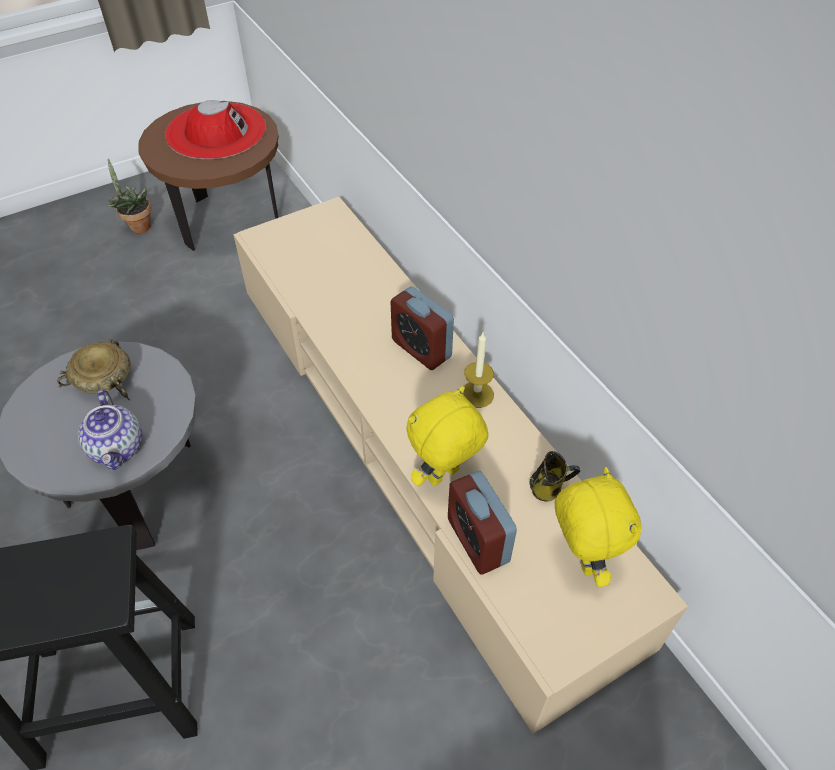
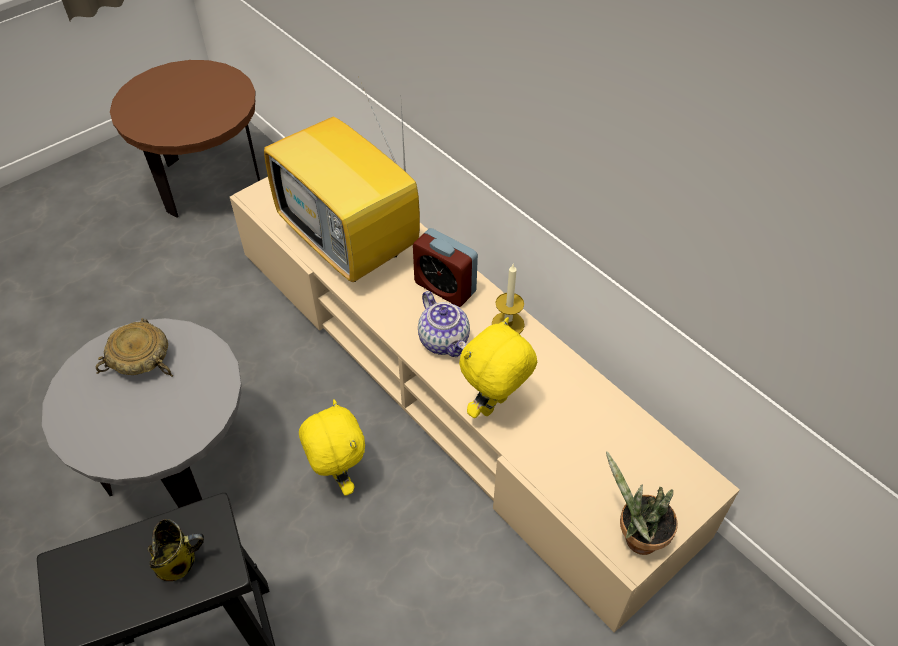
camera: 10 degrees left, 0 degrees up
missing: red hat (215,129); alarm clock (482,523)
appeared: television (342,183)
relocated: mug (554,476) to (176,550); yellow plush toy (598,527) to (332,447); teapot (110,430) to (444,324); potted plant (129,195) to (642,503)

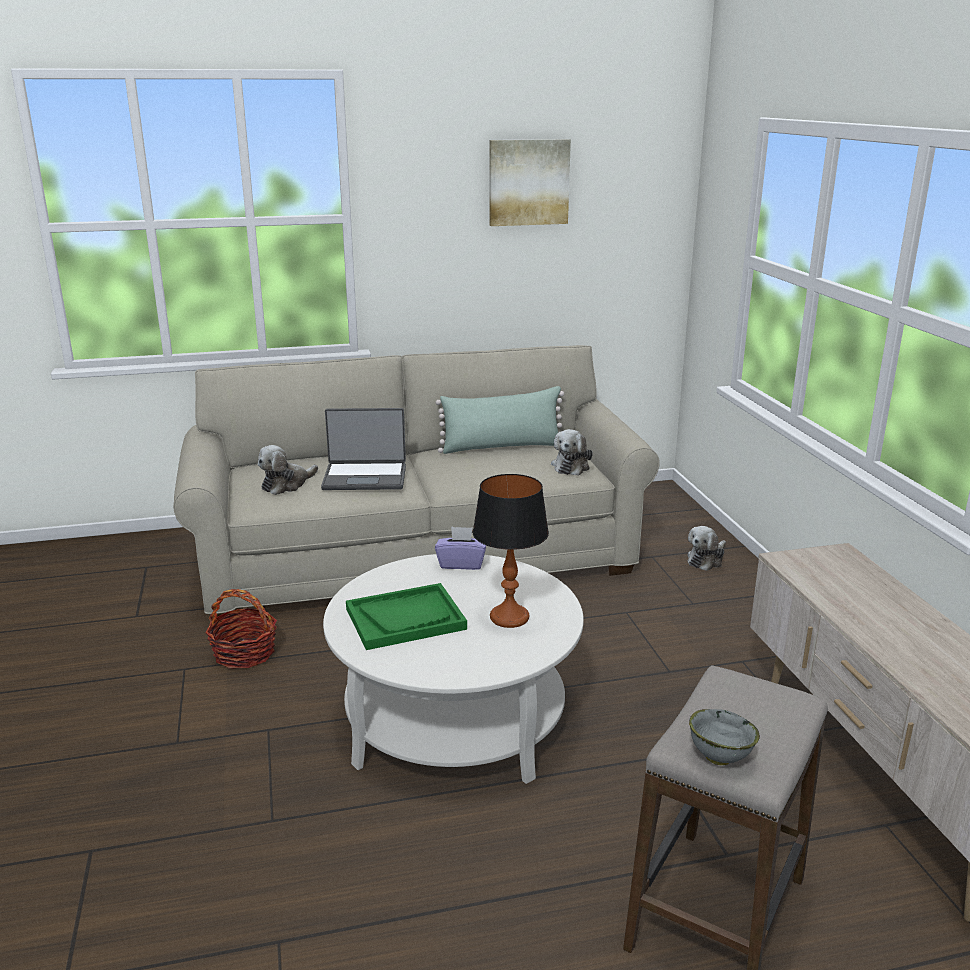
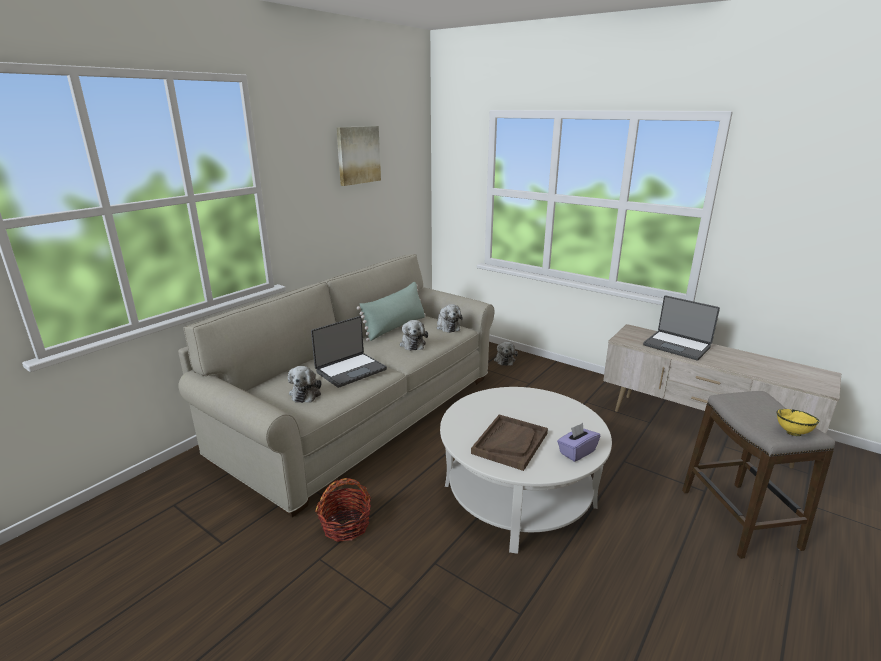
camera: 40 degrees left, 0 degrees up
missing: table lamp (510,551)
appeared: plush toy (413,335); laptop (681,328)
relocated: purple tissue box (460,548) to (578,442)
colour: green tray (406,616) to brown tray (509,442); grey bowl (724,737) to yellow bowl (797,422)

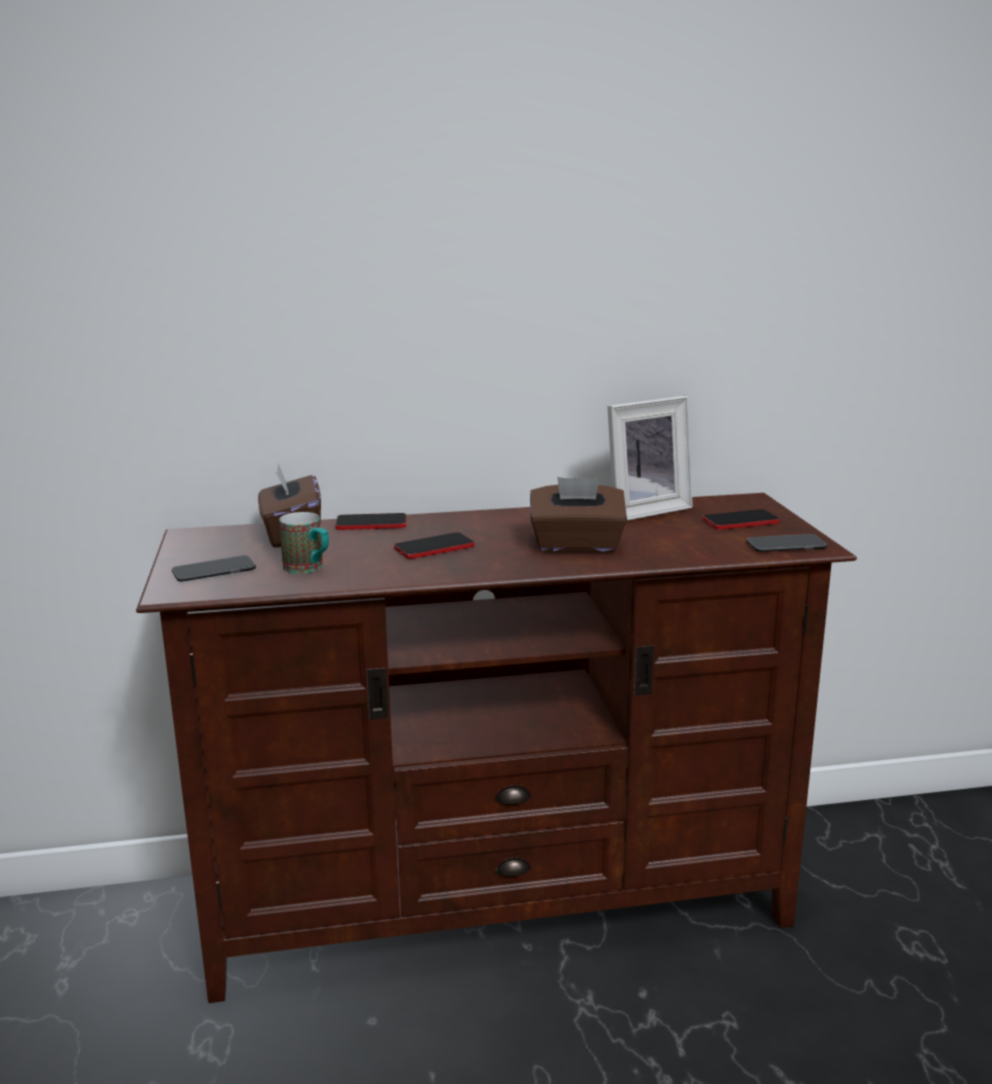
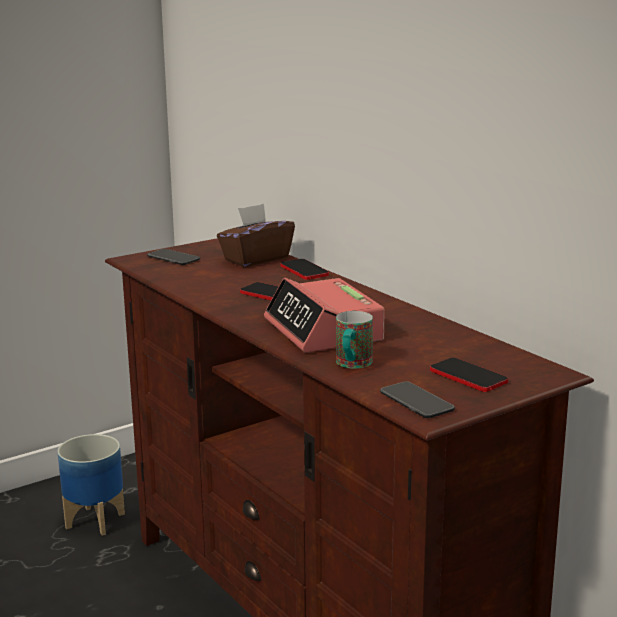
camera: 65 degrees right, 0 degrees up
missing: picture frame (650,458)
appeared: planter (91,485)
relocated: mug (304,543) to (354,339)
exchanged: brown tissue box (578,514) to alarm clock (324,315)

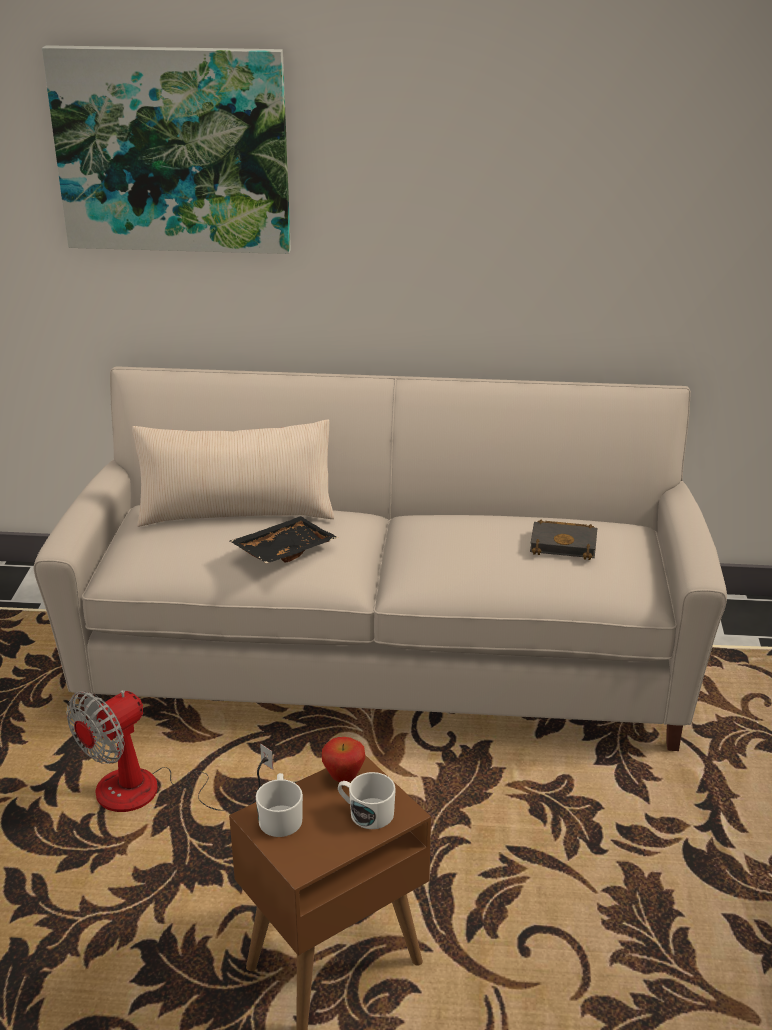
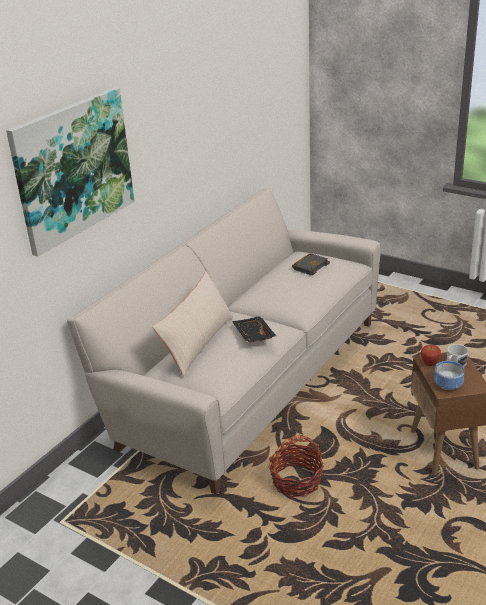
camera: 60 degrees left, 0 degrees up
exchanged: fan (169,751) to basket (296,466); white mug (279,805) to bowl (449,375)

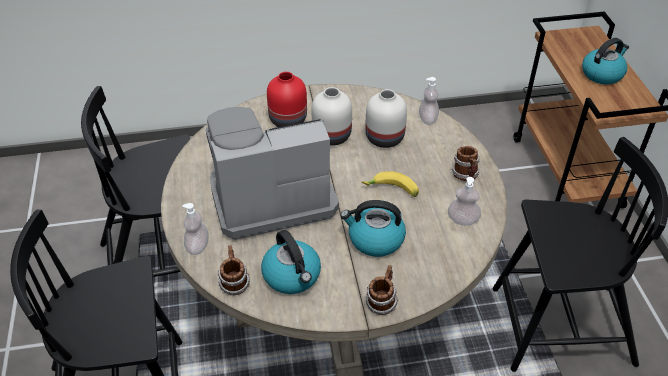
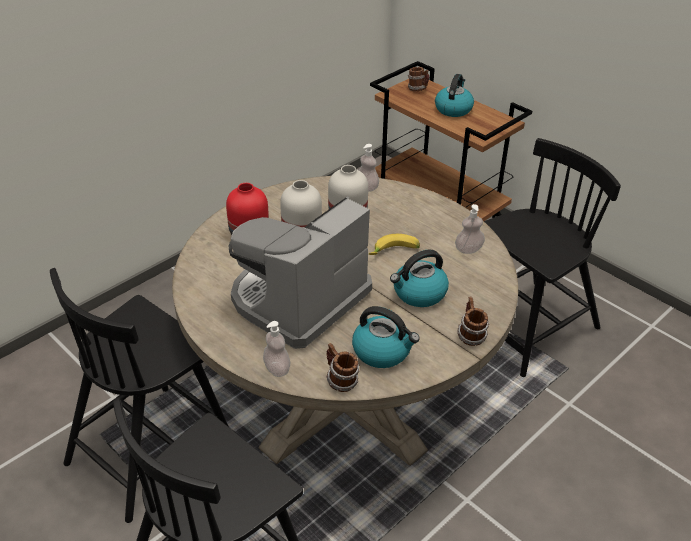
camera: 35 degrees left, 5 degrees down
relocated: mug (465,163) to (418,79)

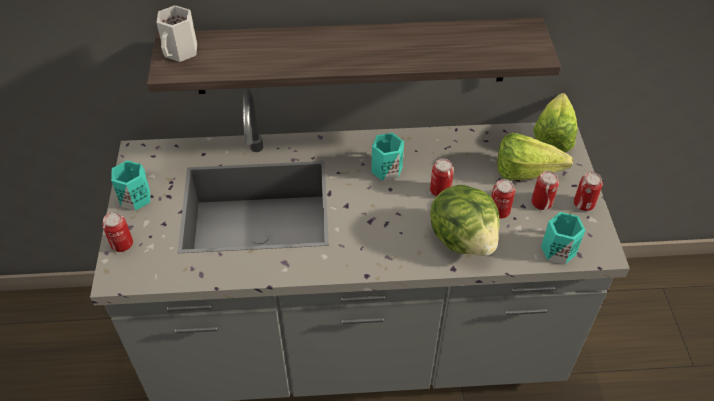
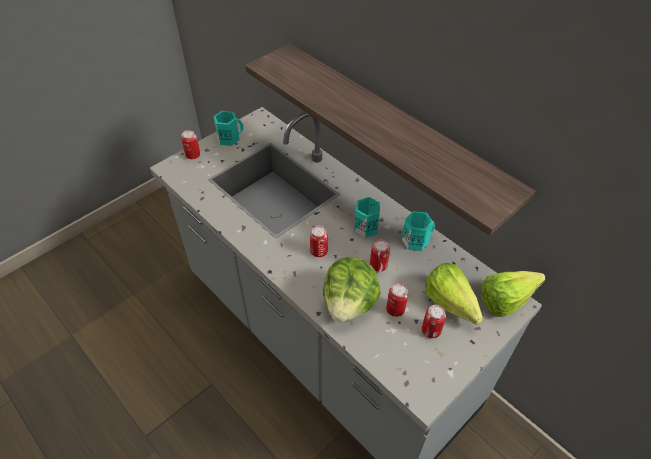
camera: 50 degrees right, 0 degrees up
missing: white mug (176,33)
relocated: can (588,191) to (319,241); turquoise mug (563,238) to (418,231)

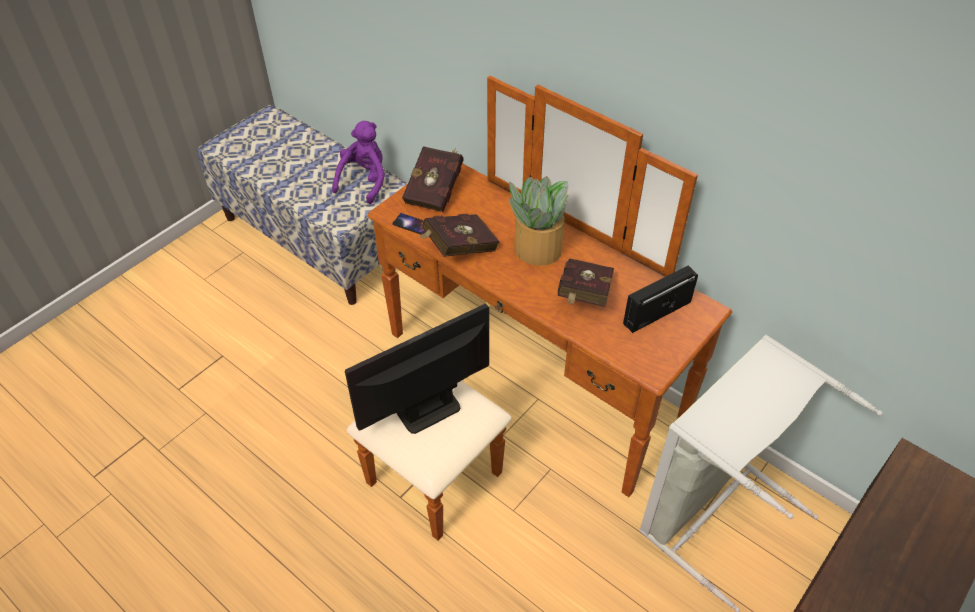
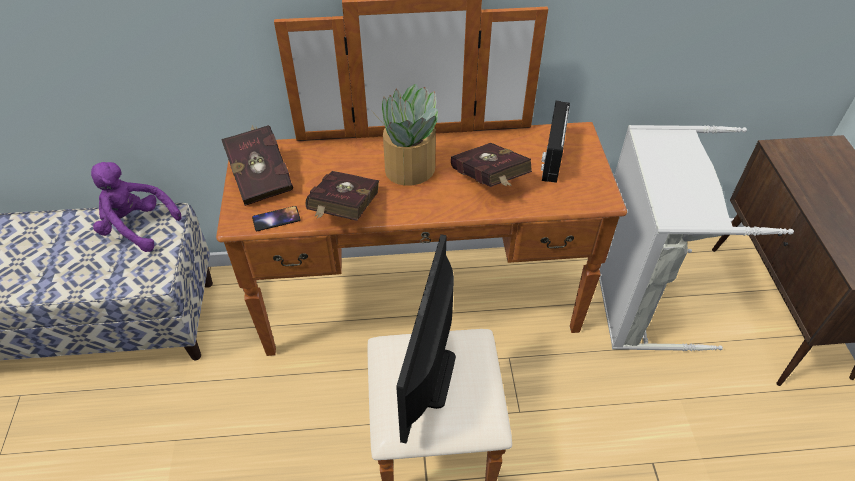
camera: 45 degrees left, 0 degrees up
spun: purple plush toy (358,162) = (136,207) 45 degrees counterclockwise

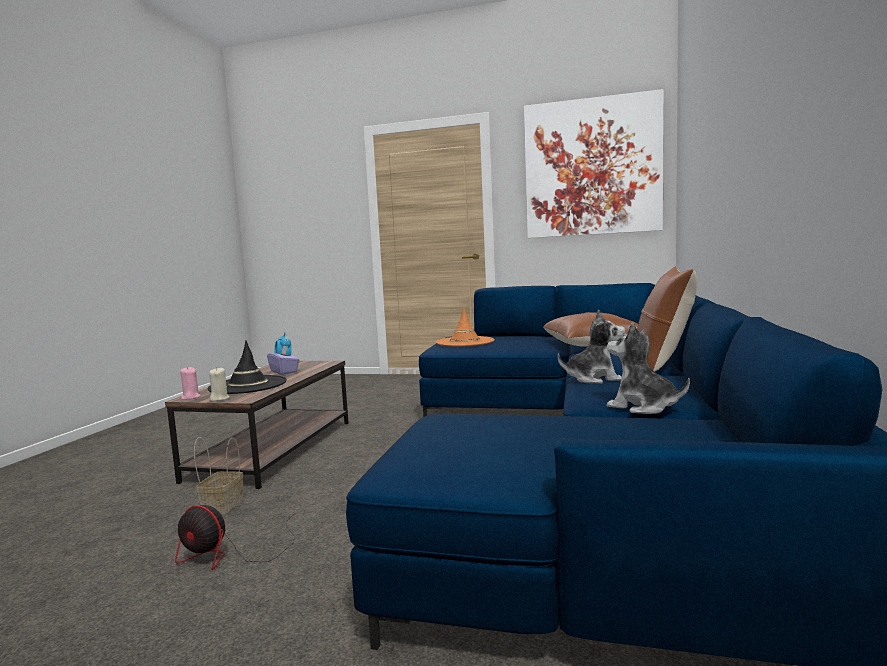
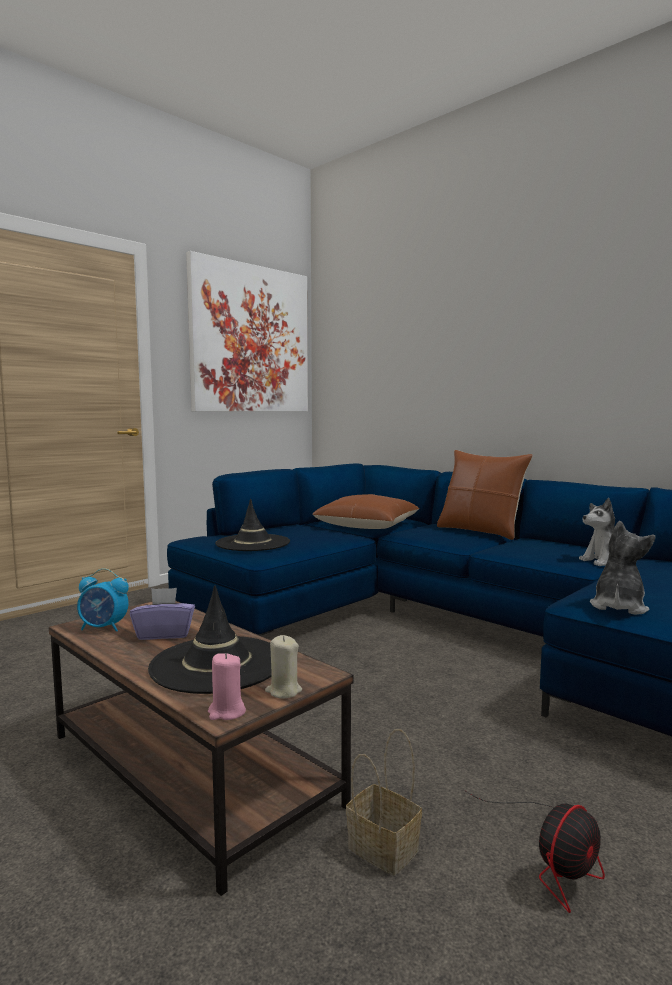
camera: 60 degrees left, 0 degrees up
relocated: plush toy (591,347) to (623,568)
colour: orange hat (465,326) to black hat (252,525)

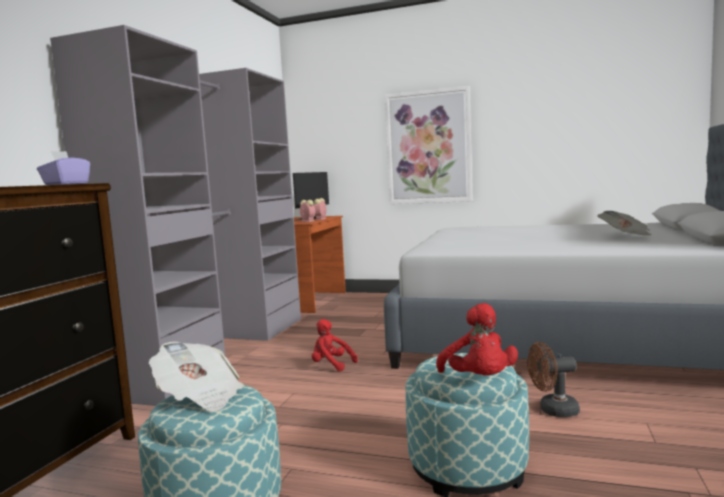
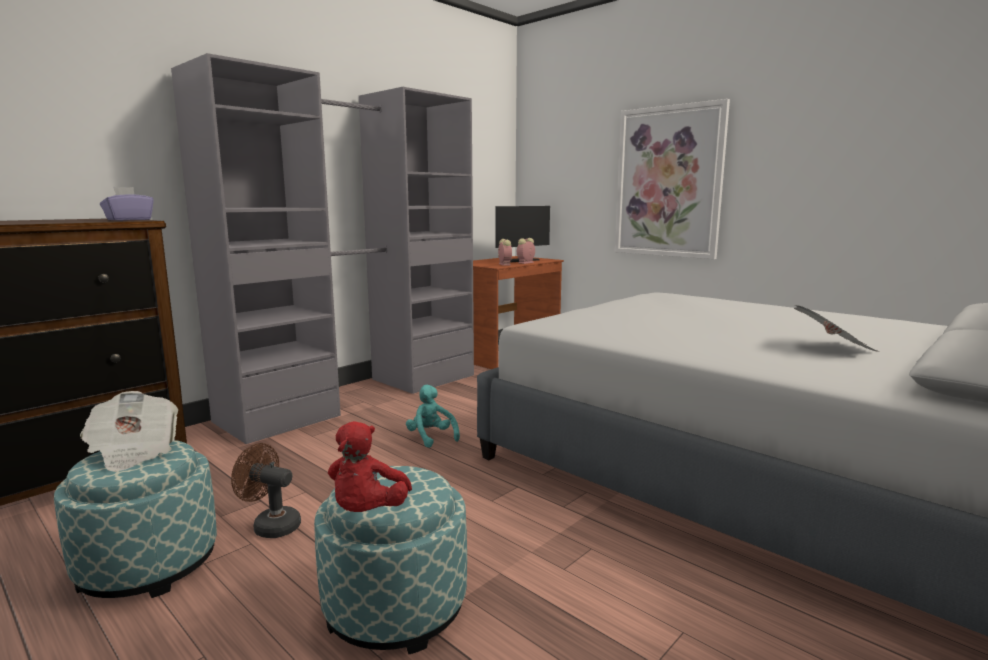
camera: 25 degrees right, 5 degrees up
relocated: brown fan (553,379) to (266,490)
colour: red plush toy (335,345) to turquoise plush toy (433,416)

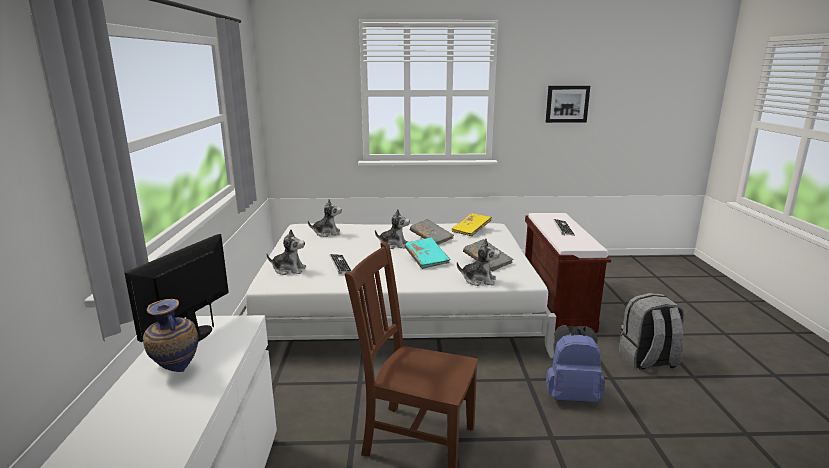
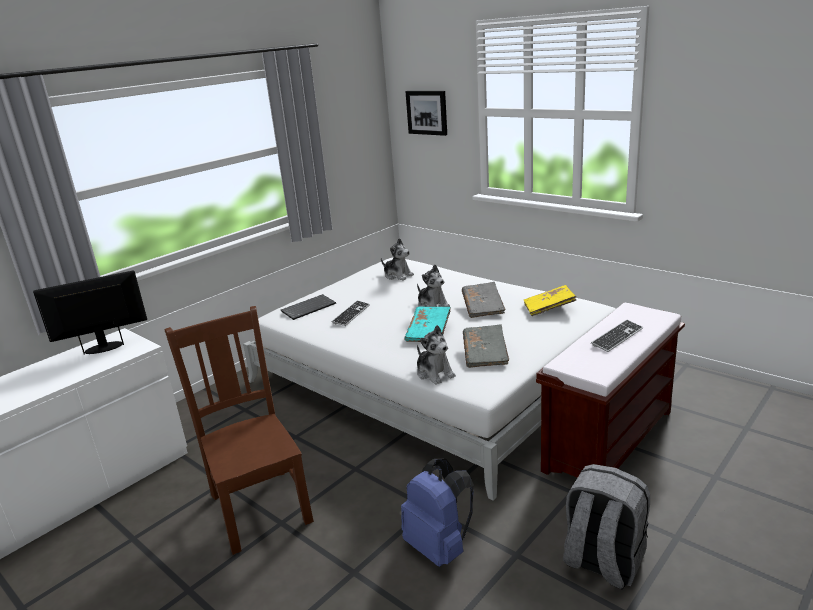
camera: 45 degrees right, 5 degrees up
missing: vase (171,335)
relocated: picture (568,104) to (426,113)
exchanged: plush toy (286,252) to keyboard (308,307)

